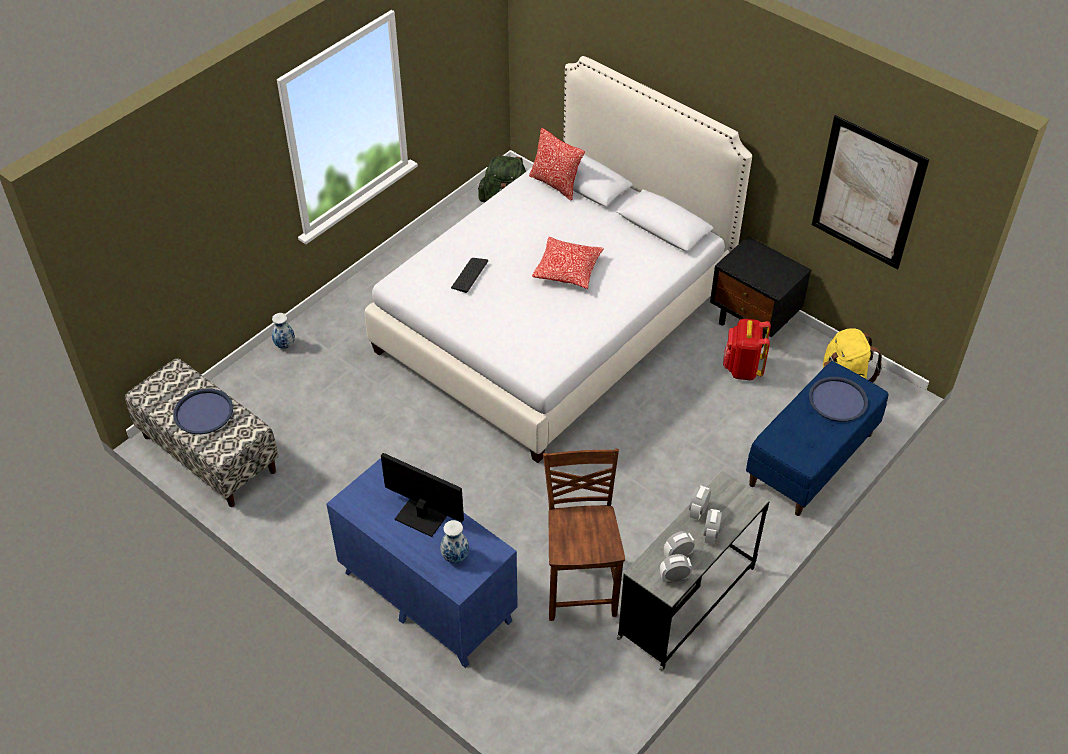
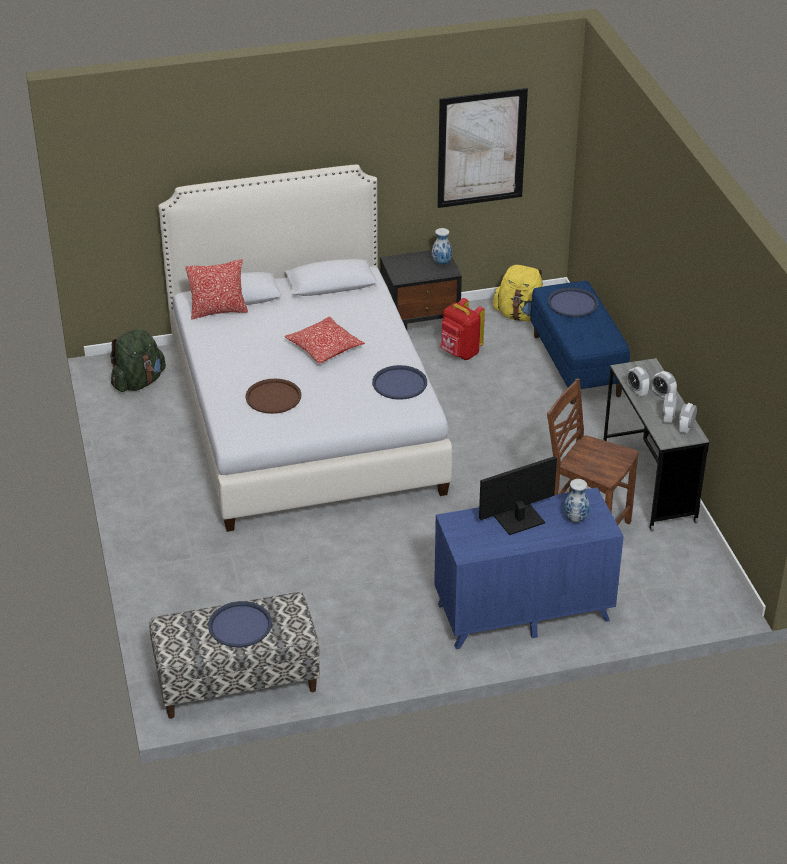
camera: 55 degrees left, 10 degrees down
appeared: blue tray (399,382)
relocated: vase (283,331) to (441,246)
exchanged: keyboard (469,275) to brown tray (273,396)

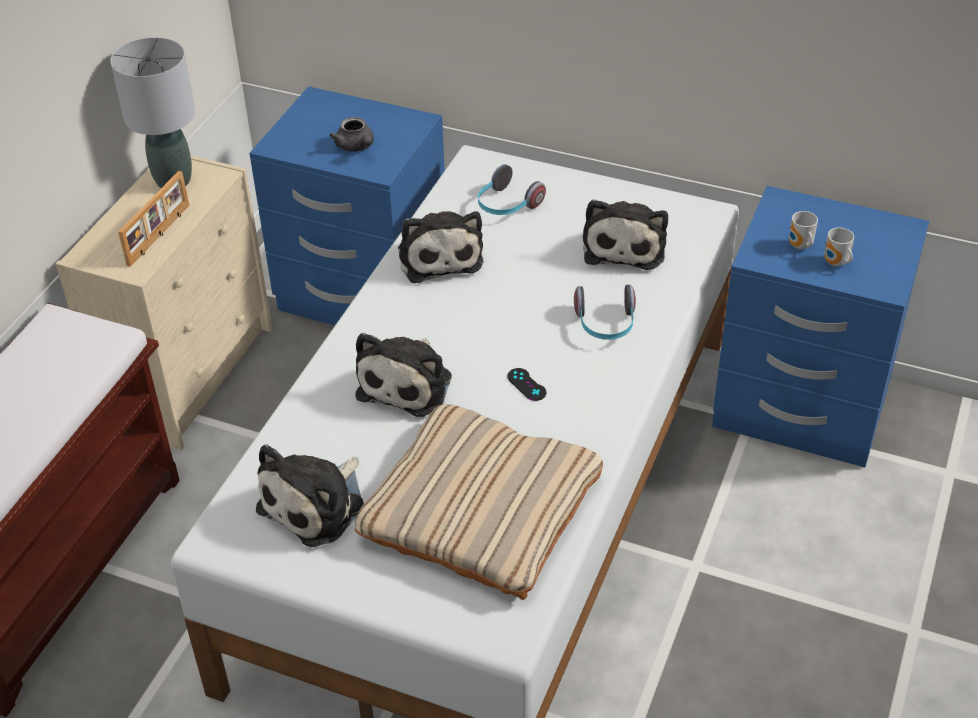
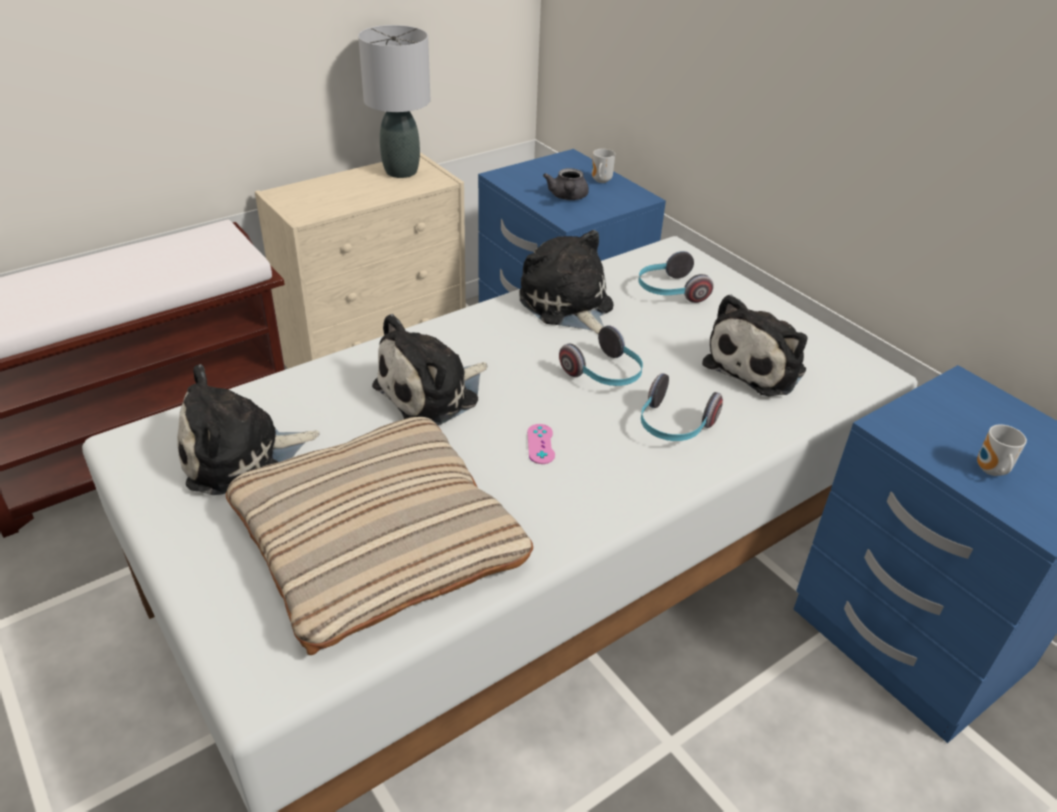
camera: 30 degrees right, 5 degrees down
missing: picture frame (153,219)
appeared: headphones (601,355)
relocated: mug (803,230) to (603,166)
colour: black game controller (526,384) to pink game controller (541,444)
spun: plush toy (441,247) = (566,282) 135 degrees clockwise

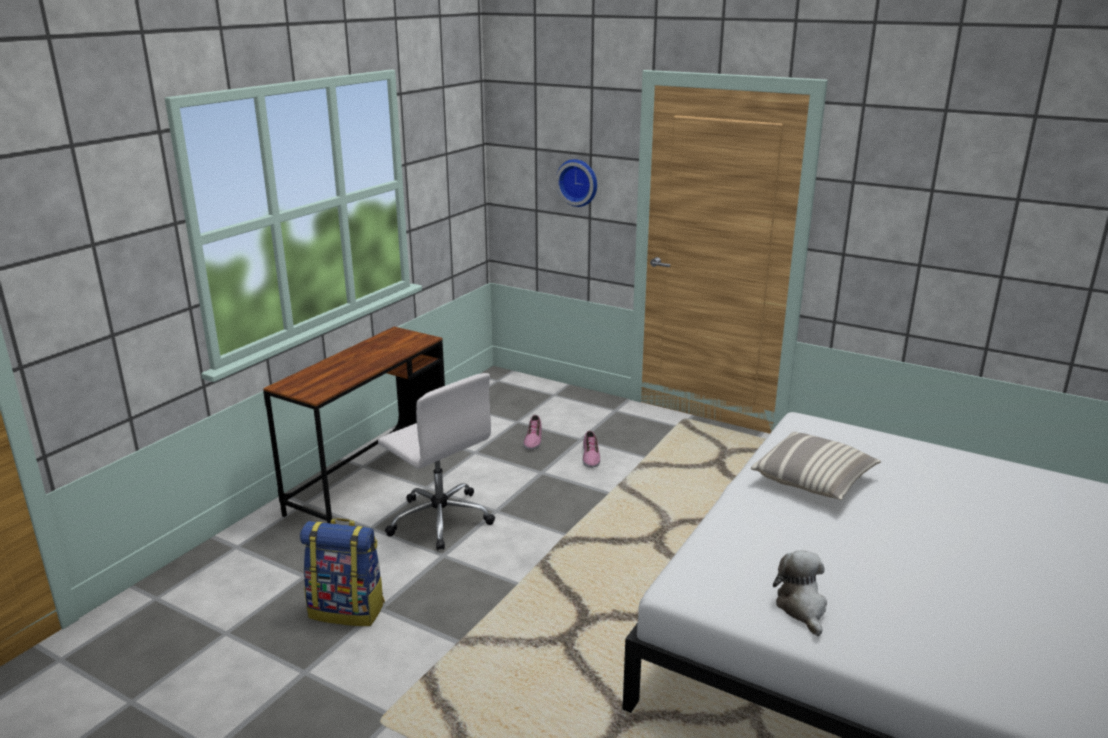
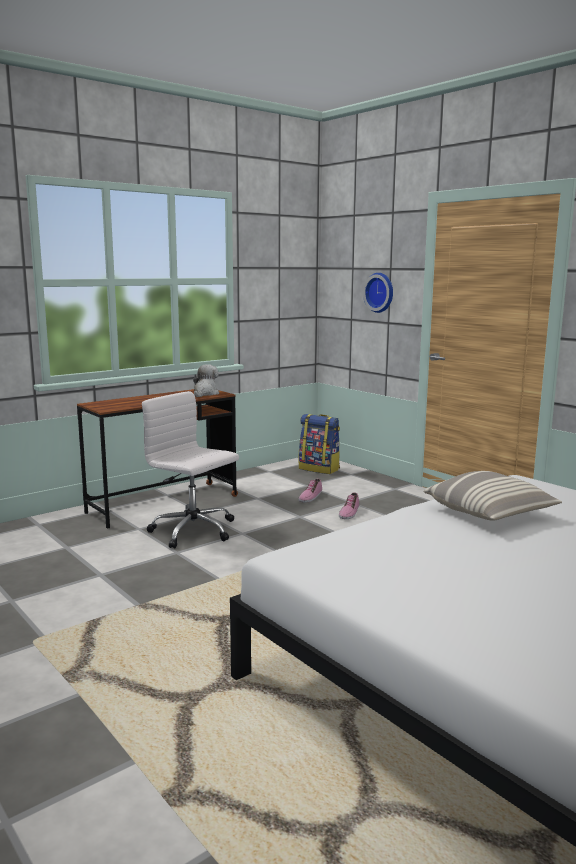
camera: 20 degrees right, 10 degrees down
relocated: plush toy (800,593) to (206,380); backpack (342,572) to (319,444)
spun: white office chair (436,462) = (190,470) 150 degrees clockwise

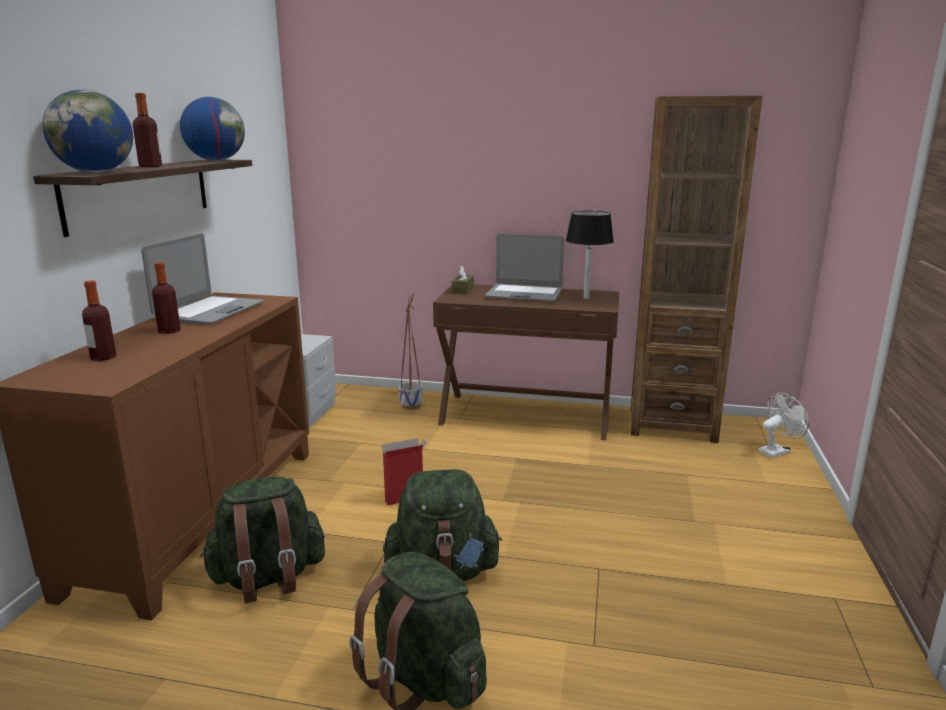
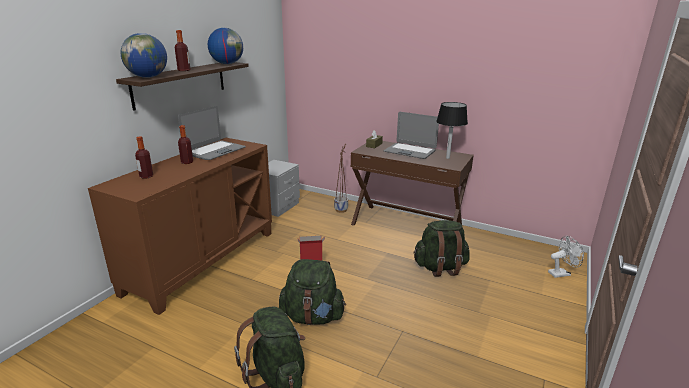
camera: 15 degrees right, 5 degrees up
missing: brown bookcase (697,269)
relocated: green backpack (262,540) to (441,248)

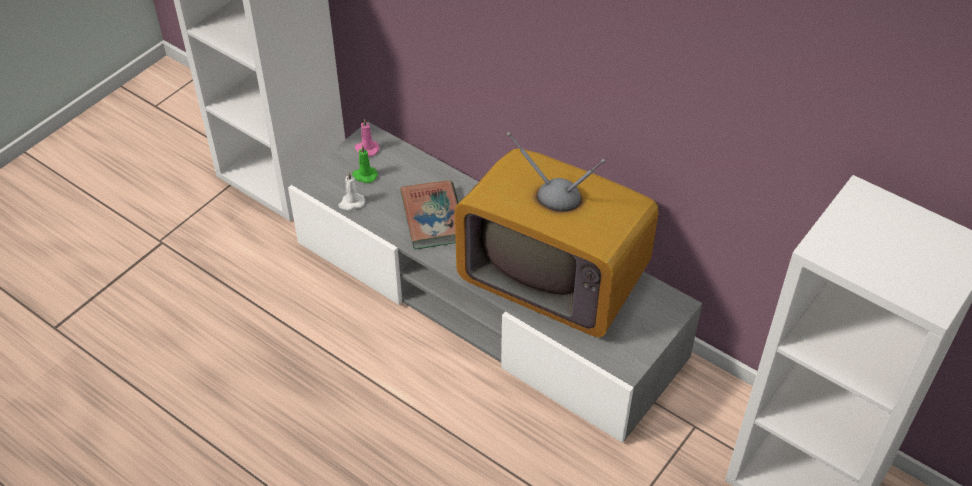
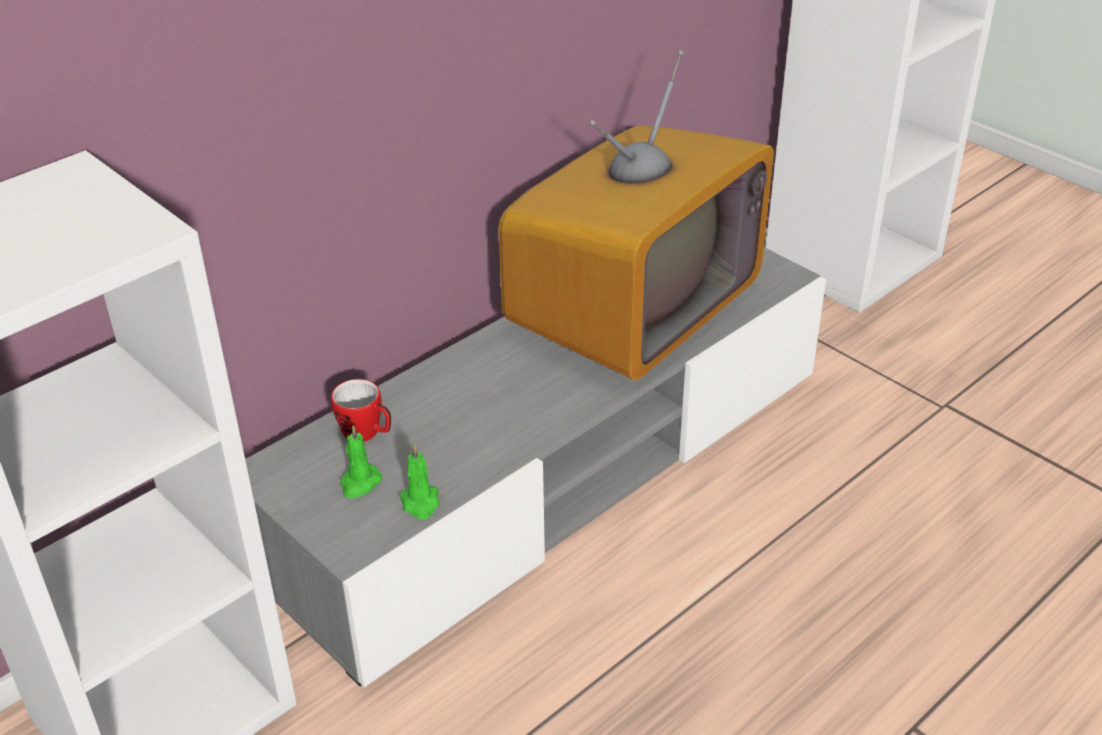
camera: 80 degrees left, 10 degrees down
missing: pink candle (367,137); book (429,214)
appeared: mug (361,410)
colour: white candle (352,191) to green candle (419,481)

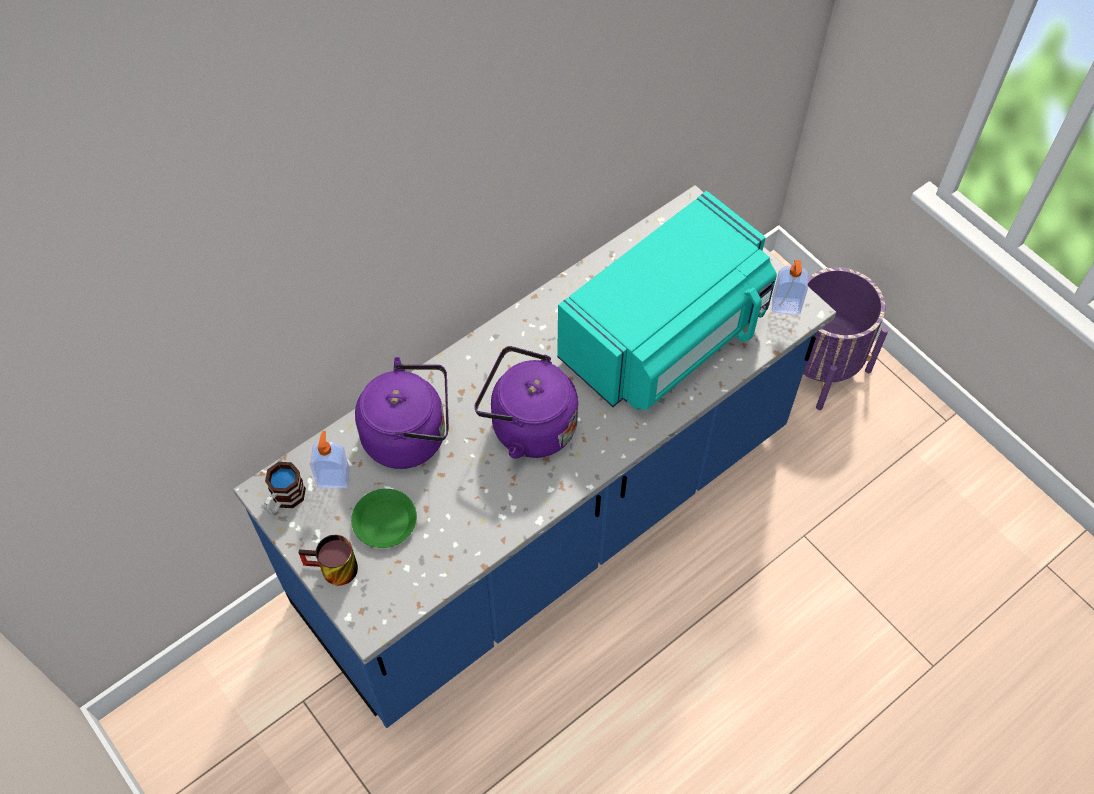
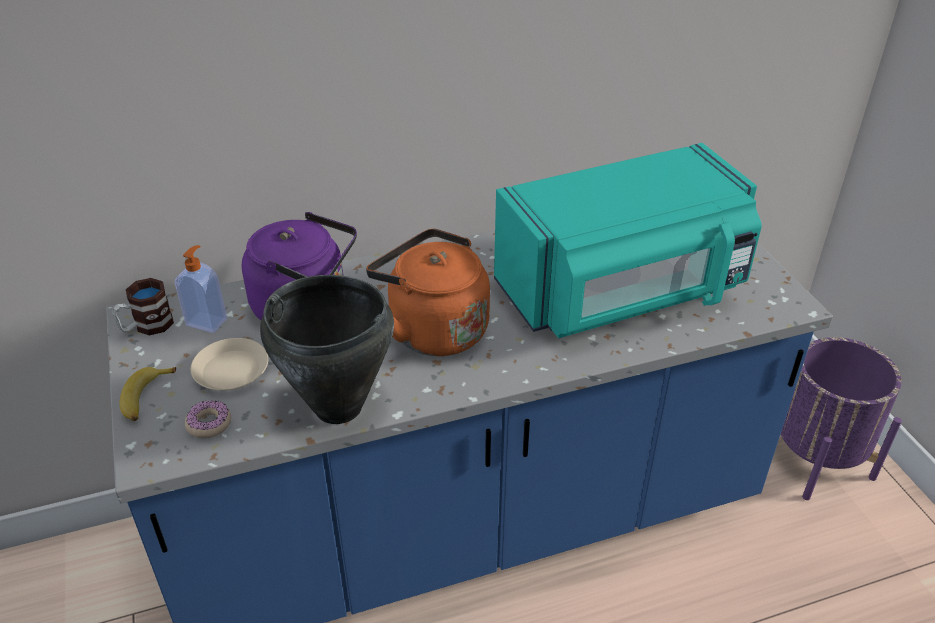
camera: 20 degrees right, 20 degrees down
missing: soap dispenser (790,287)
appeared: donut (208,419); black cooking pot (327,349)
exchanged: mug (328,560) to banana (147,394)
colour: green plate (384,518) to beige plate (230,364); purple kettle (526,402) to orange kettle (428,292)

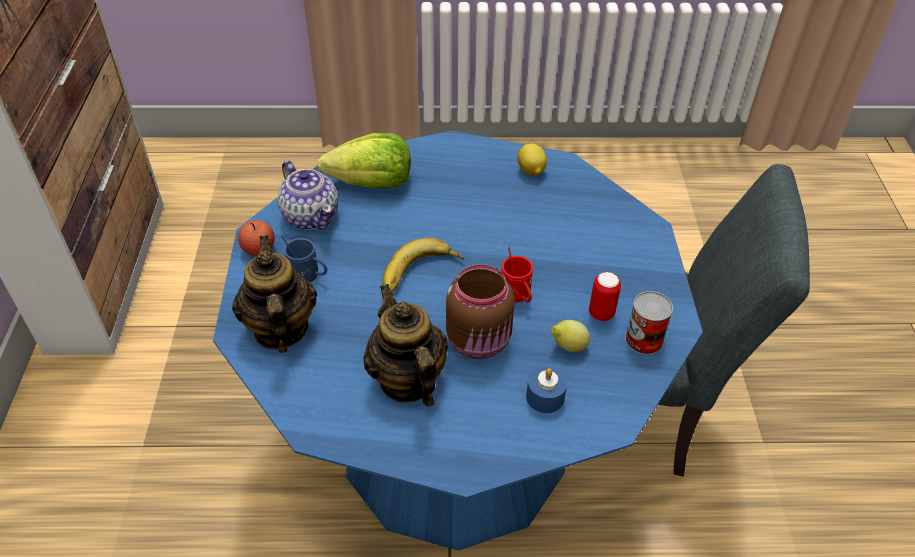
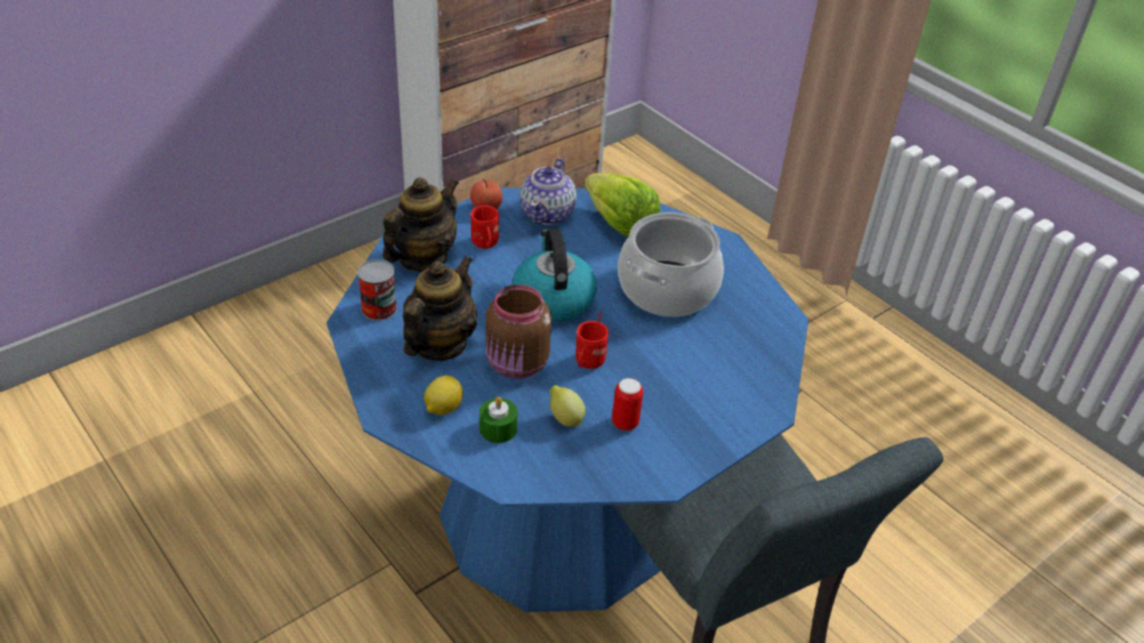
camera: 50 degrees right, 5 degrees down
appeared: cooking pot (671,264)
relocated: can (649,323) to (377,290); lemon (532,159) to (443,395)
exchanged: banana (423,265) to kettle (554,275)
colour: blue mug (304,259) to red mug (485,222); blue candle (546,389) to green candle (498,420)

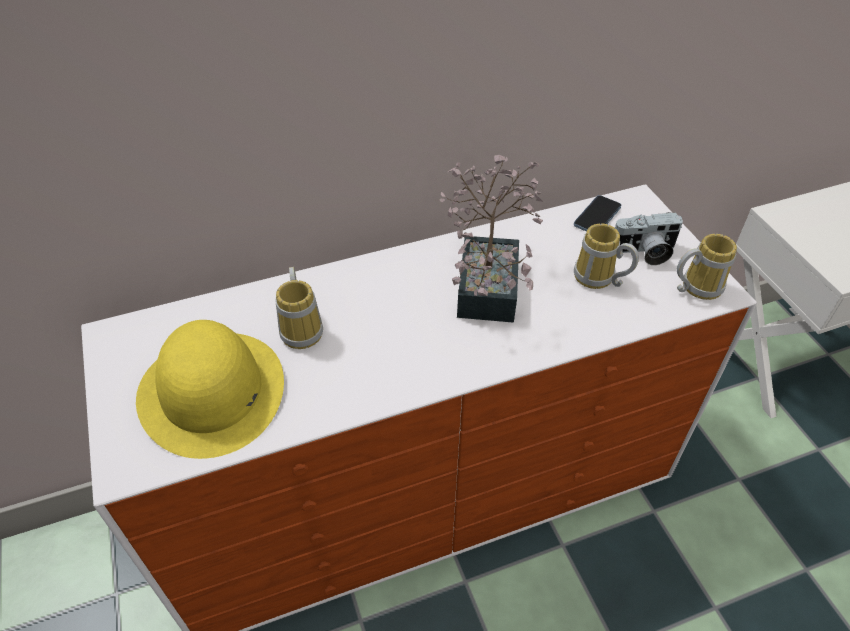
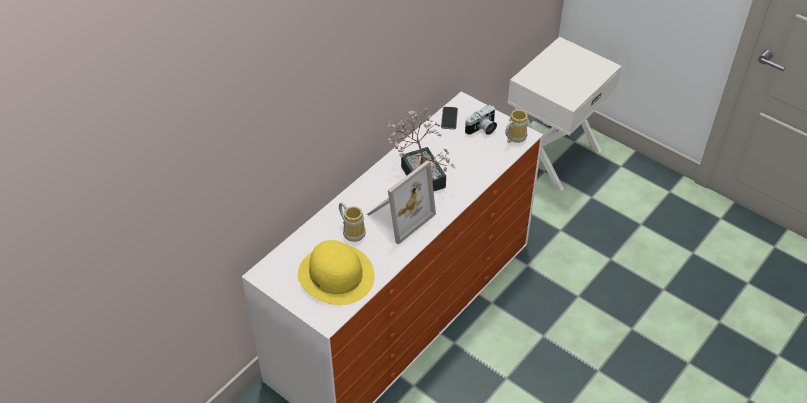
camera: 30 degrees left, 0 degrees up
missing: mug (606,256)
appeared: picture frame (401,202)

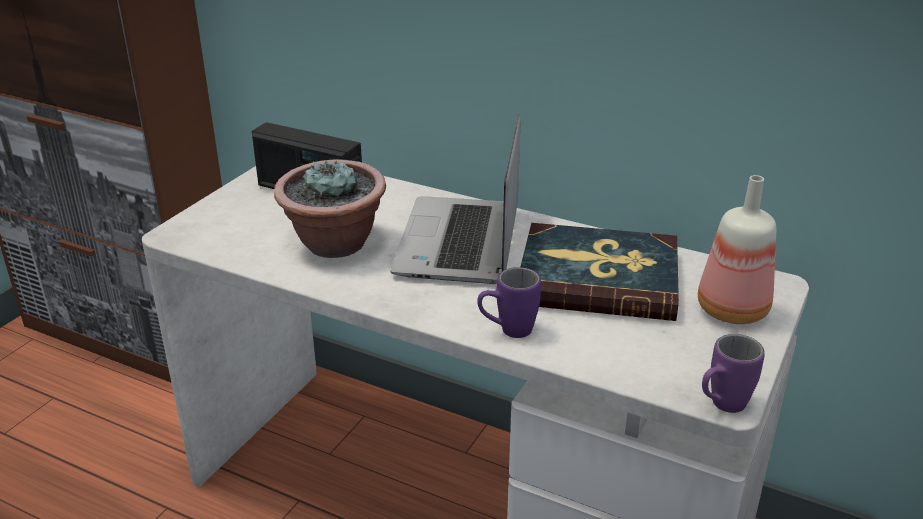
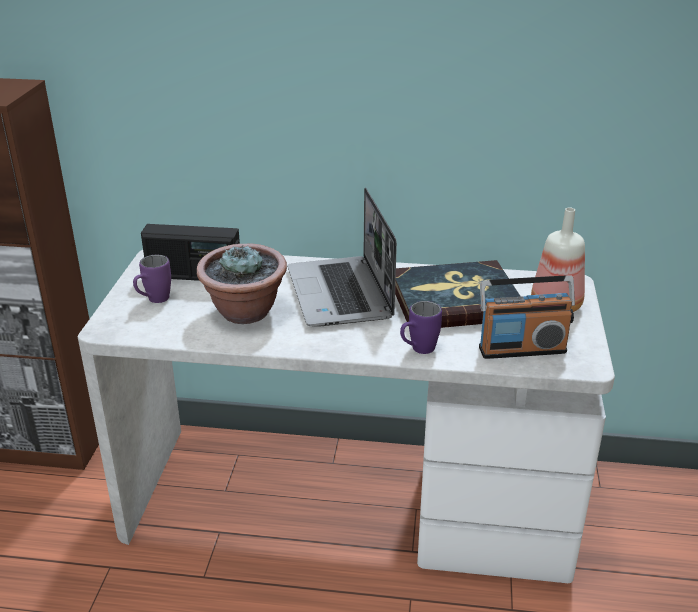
camera: 20 degrees left, 0 degrees up
appeared: radio (527,317)
relocated: purple mug (733,373) to (152,279)

